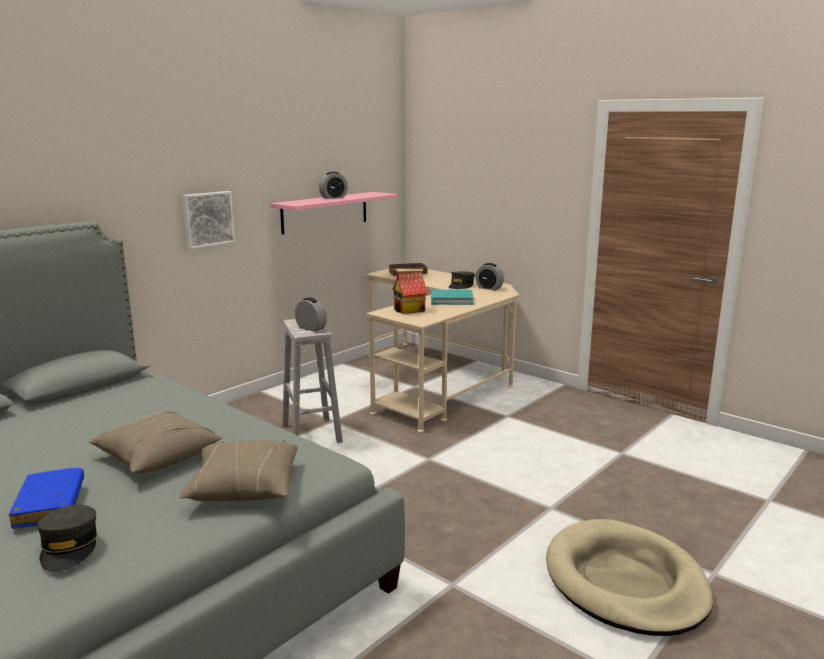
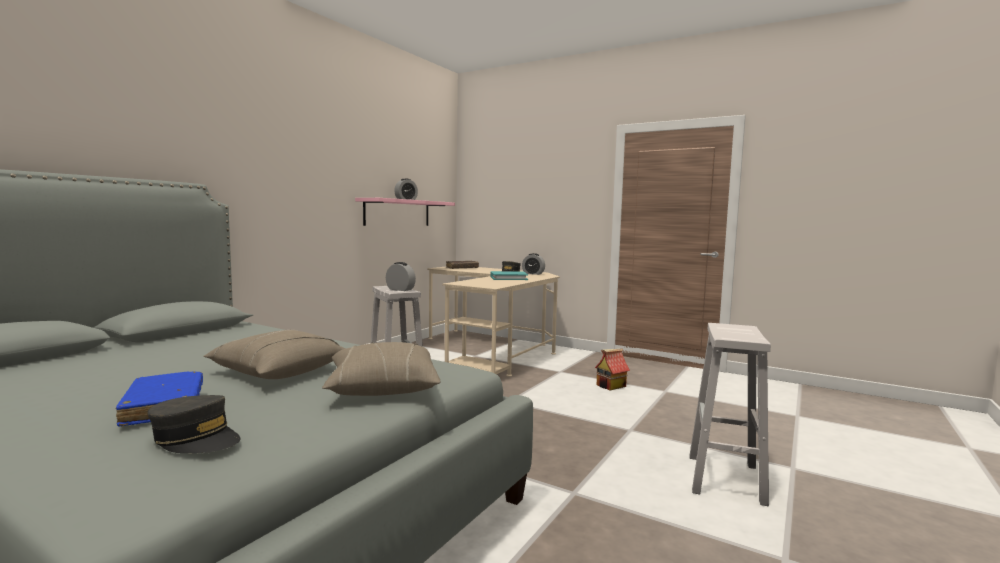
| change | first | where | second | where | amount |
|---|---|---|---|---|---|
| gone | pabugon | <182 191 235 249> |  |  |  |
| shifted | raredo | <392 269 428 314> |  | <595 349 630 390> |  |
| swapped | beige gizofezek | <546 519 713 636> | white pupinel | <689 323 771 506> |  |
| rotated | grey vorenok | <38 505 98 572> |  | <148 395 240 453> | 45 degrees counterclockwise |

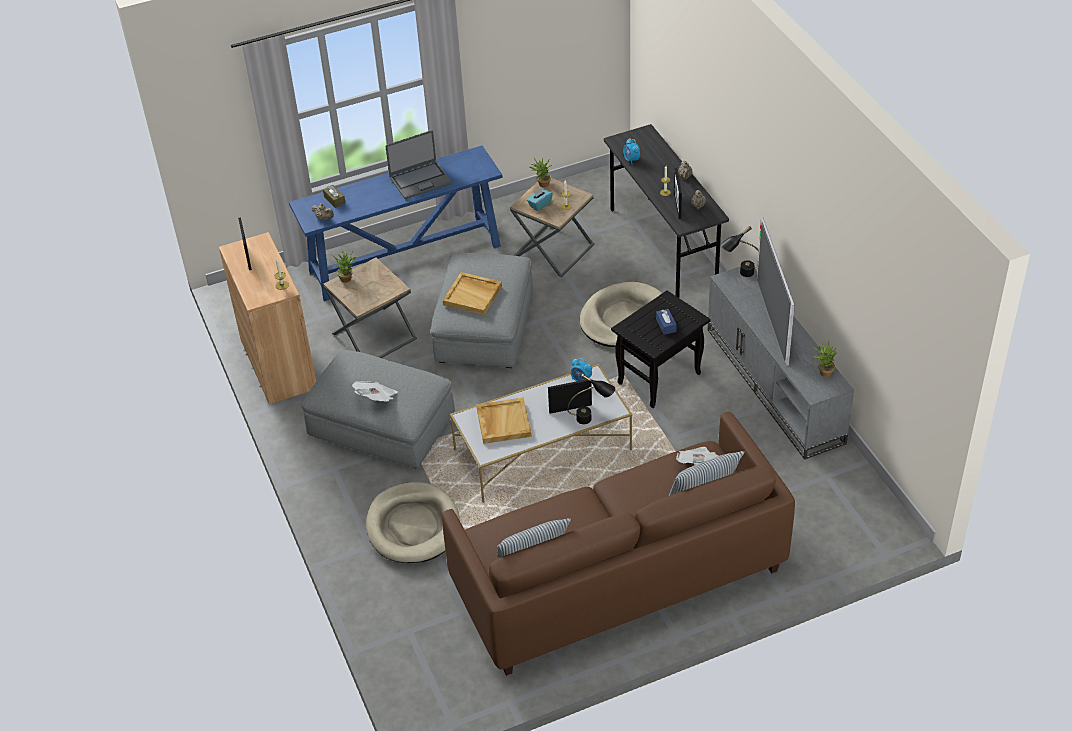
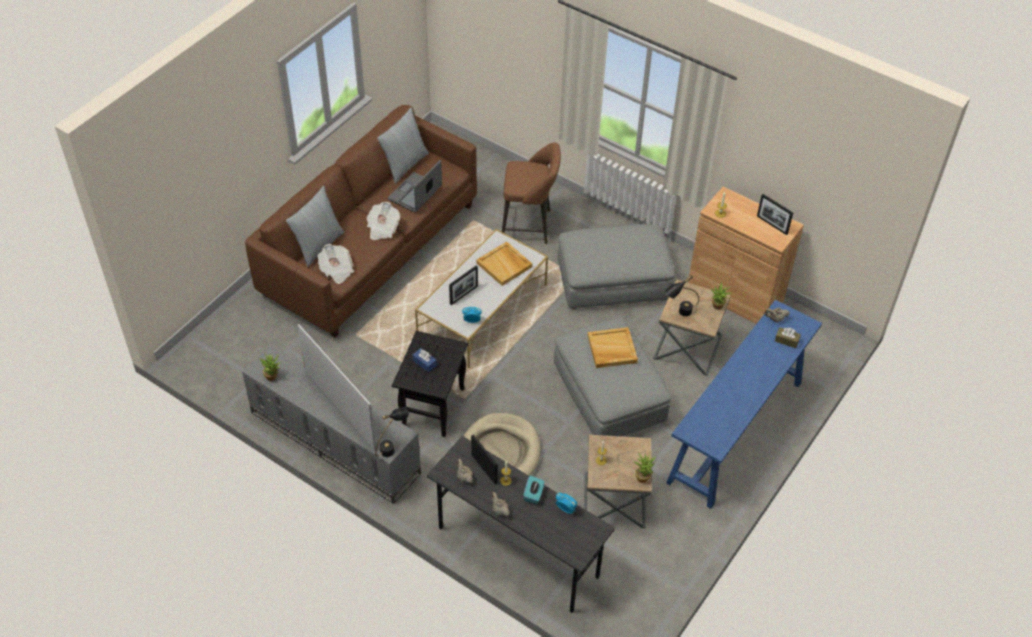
| change | first | where | second | where | amount |
|---|---|---|---|---|---|
| shifted | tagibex | <352 381 398 402> |  | <367 202 400 240> |  |
| shifted | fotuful | <386 130 451 199> |  | <388 160 442 212> |  |
| shifted | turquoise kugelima | <527 187 553 211> |  | <523 475 544 504> |  |
| shifted | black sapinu | <567 374 615 424> |  | <664 275 699 316> |  |
| swapped | beige gizofezek | <366 482 460 563> | brown pupinel | <502 142 561 244> |  |

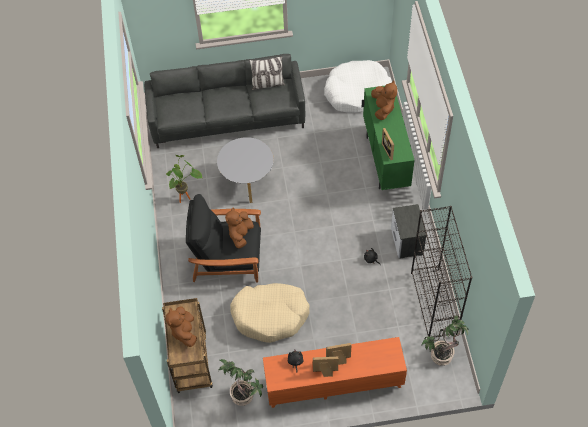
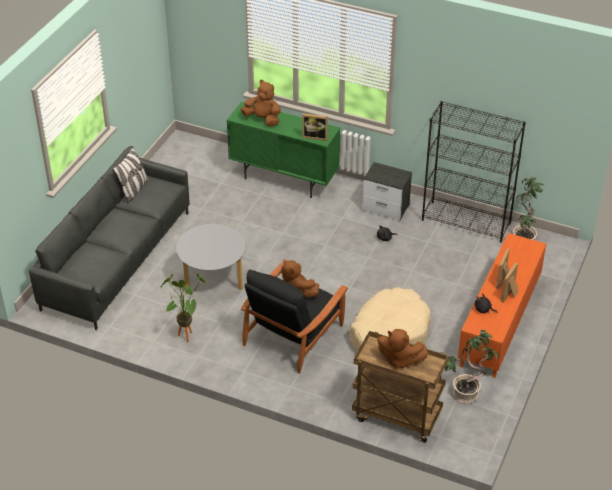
| change | first | where | second | where | amount |
|---|---|---|---|---|---|
| gone | white gizofezek | <324 60 392 113> |  |  |  |

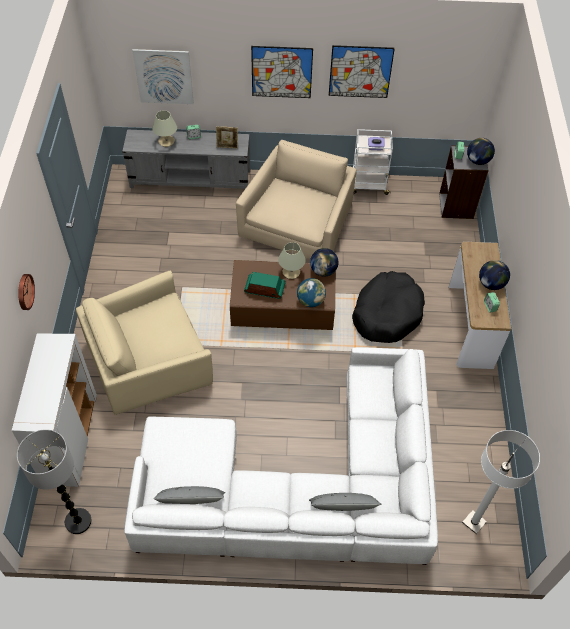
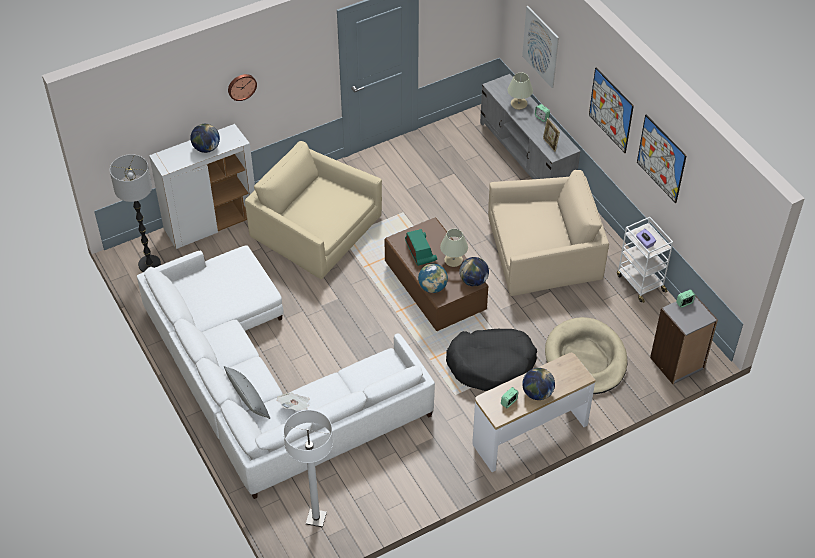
| change | first | where | second | where | amount |
|---|---|---|---|---|---|
| gone | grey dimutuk | <153 486 225 504> |  |  |  |
| new |  |  | tagibex | <277 392 310 411> |  |
| new |  |  | beige gizofezek | <545 317 628 394> |  |
| shifted | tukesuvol | <467 138 495 165> |  | <190 124 220 153> |  |

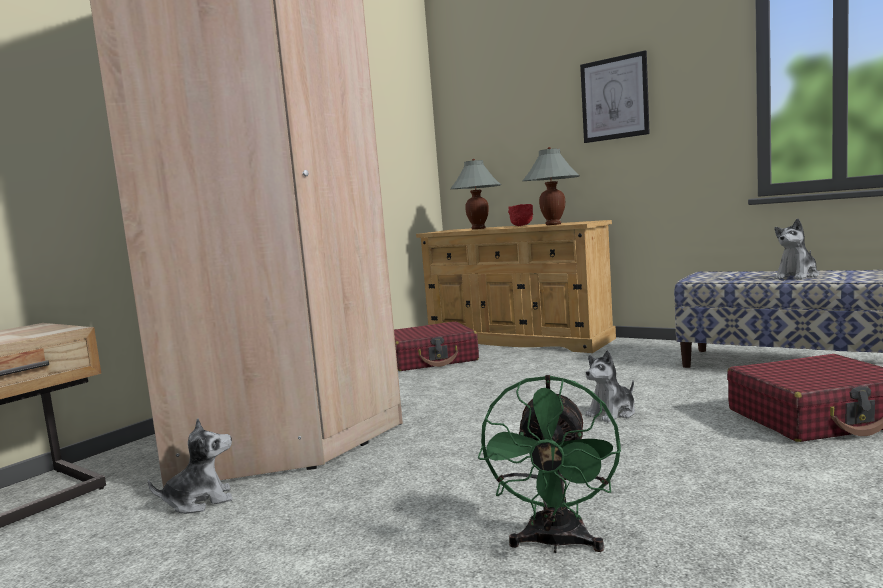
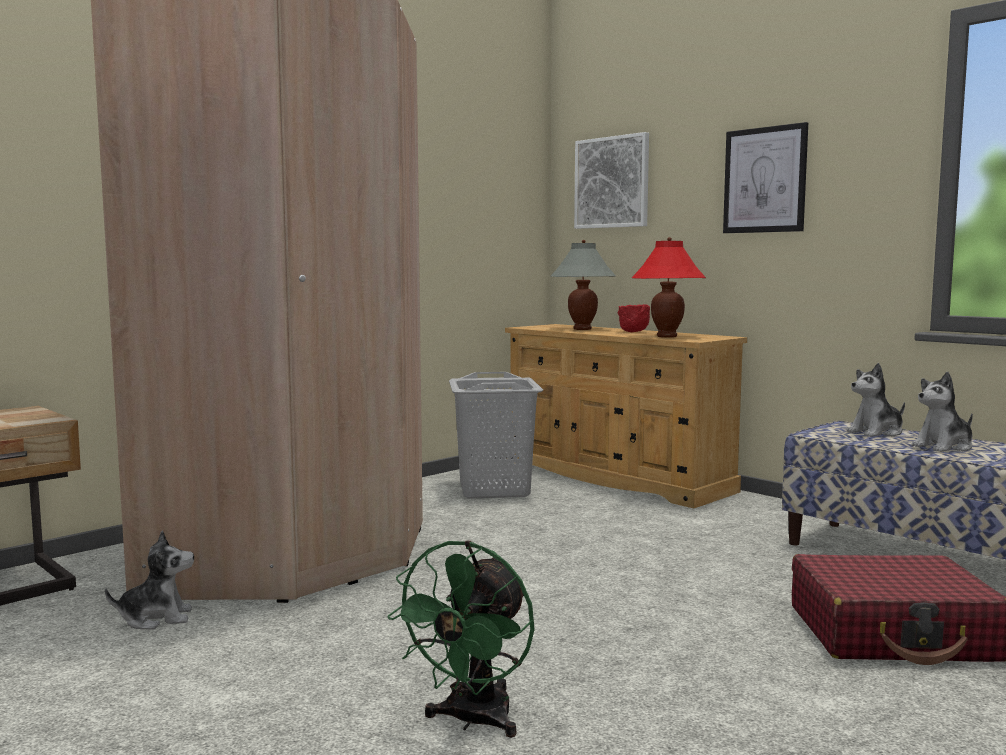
| change | first | where | second | where | amount |
|---|---|---|---|---|---|
| new |  |  | pabugon | <574 132 649 229> |  |
| shifted | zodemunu | <585 350 635 422> |  | <846 363 905 437> |  |
| swapped | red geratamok | <394 322 479 371> | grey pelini | <449 372 543 498> |  |
| repainted | grey sapinu | <523 147 580 225> | red sapinu | <631 237 706 338> |  |

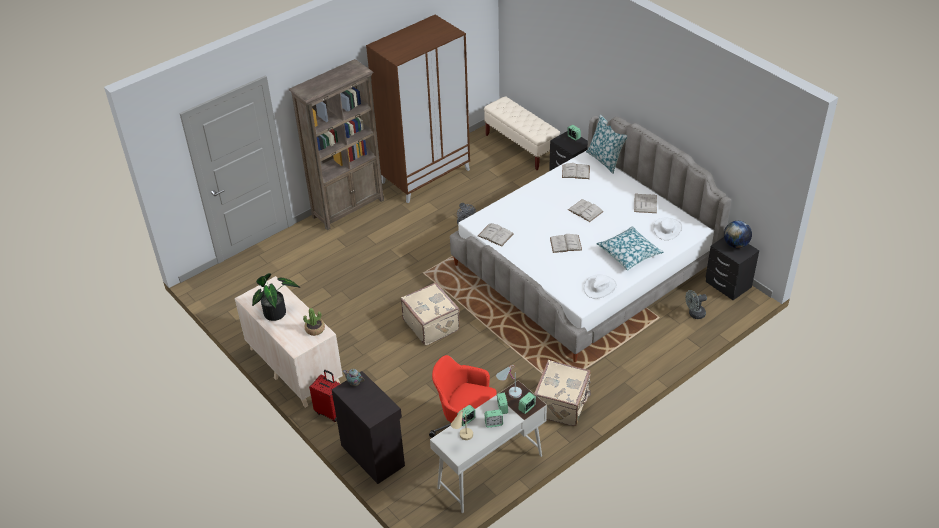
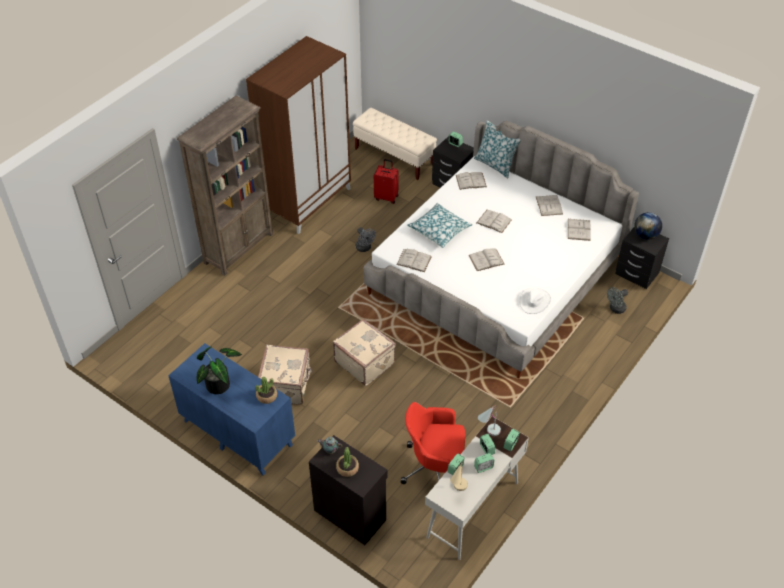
| change | first | where | second | where | amount |
|---|---|---|---|---|---|
| new |  |  | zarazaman | <336 447 359 477> |  |
| shifted | red geratamok | <309 370 340 422> |  | <374 159 398 204> |  |
| shifted | beige geratamok | <534 360 591 426> |  | <258 345 313 405> |  |
| shifted | dimutuk | <596 226 664 271> |  | <407 203 473 248> |  |
| swapped | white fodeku | <653 218 683 240> | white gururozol | <568 219 591 241> |  |
| repainted | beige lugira | <235 276 343 408> | blue lugira | <168 343 295 476> |  |

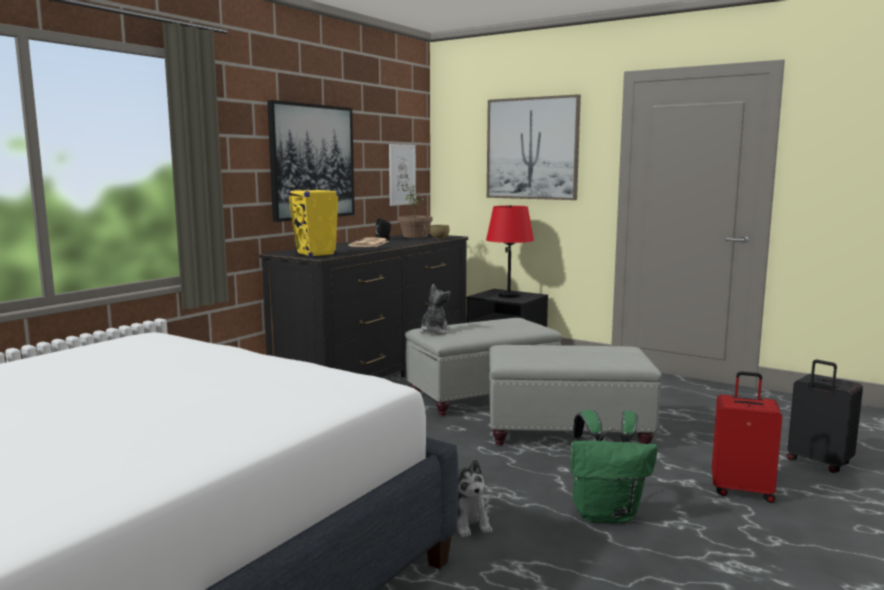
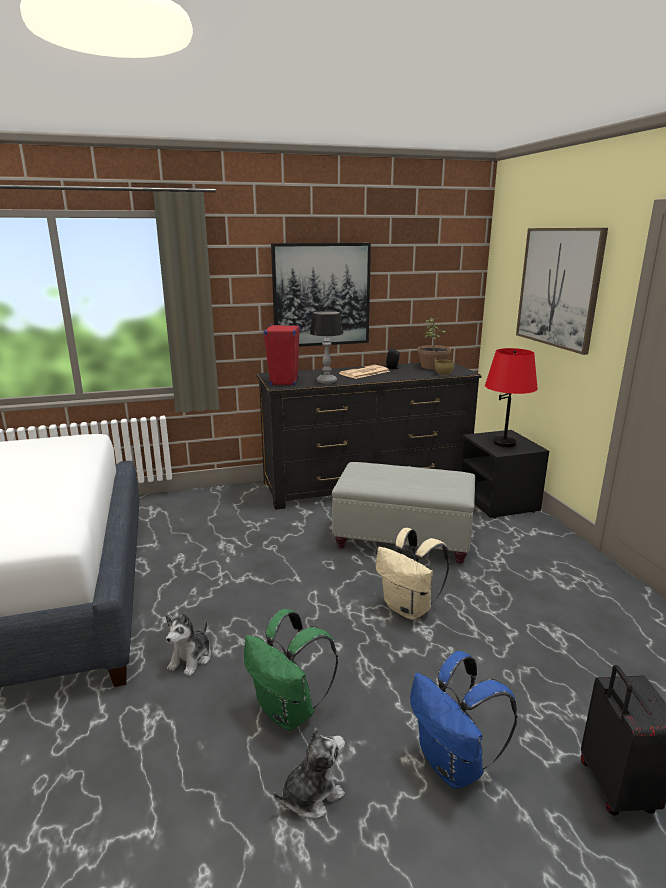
| change | first | where | second | where | amount |
|---|---|---|---|---|---|
| gone | pabugon | <389 144 416 206> |  |  |  |
| new |  |  | sapinu | <310 311 344 384> |  |
| shifted | zodemunu | <419 284 451 335> |  | <273 728 345 819> |  |
| swapped | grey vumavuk | <489 345 662 446> | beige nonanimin | <376 528 449 620> |  |
| swapped | red geratamok | <712 371 782 503> | blue nonanimin | <410 651 518 789> |  |
| repainted | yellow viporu | <288 189 339 257> | red viporu | <263 325 300 386> |  |

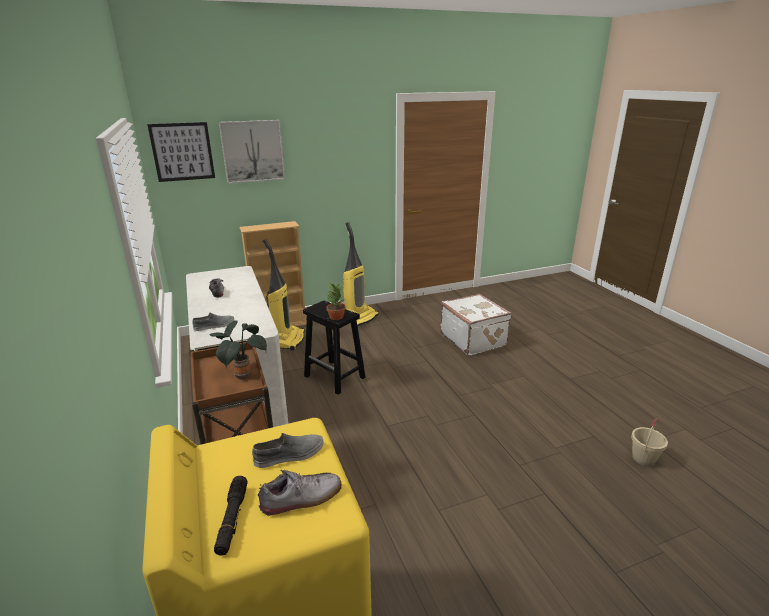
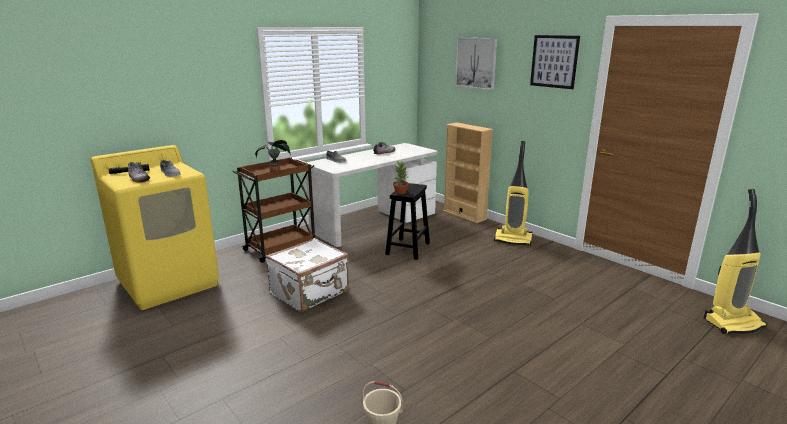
| change | first | where | second | where | amount |
|---|---|---|---|---|---|
| shifted | pabugon | <147 122 215 182> |  | <530 35 580 89> |  |
| shifted | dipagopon | <263 239 305 350> |  | <704 189 767 334> |  |
| shifted | white geratamok | <440 294 512 356> |  | <265 238 349 312> |  |

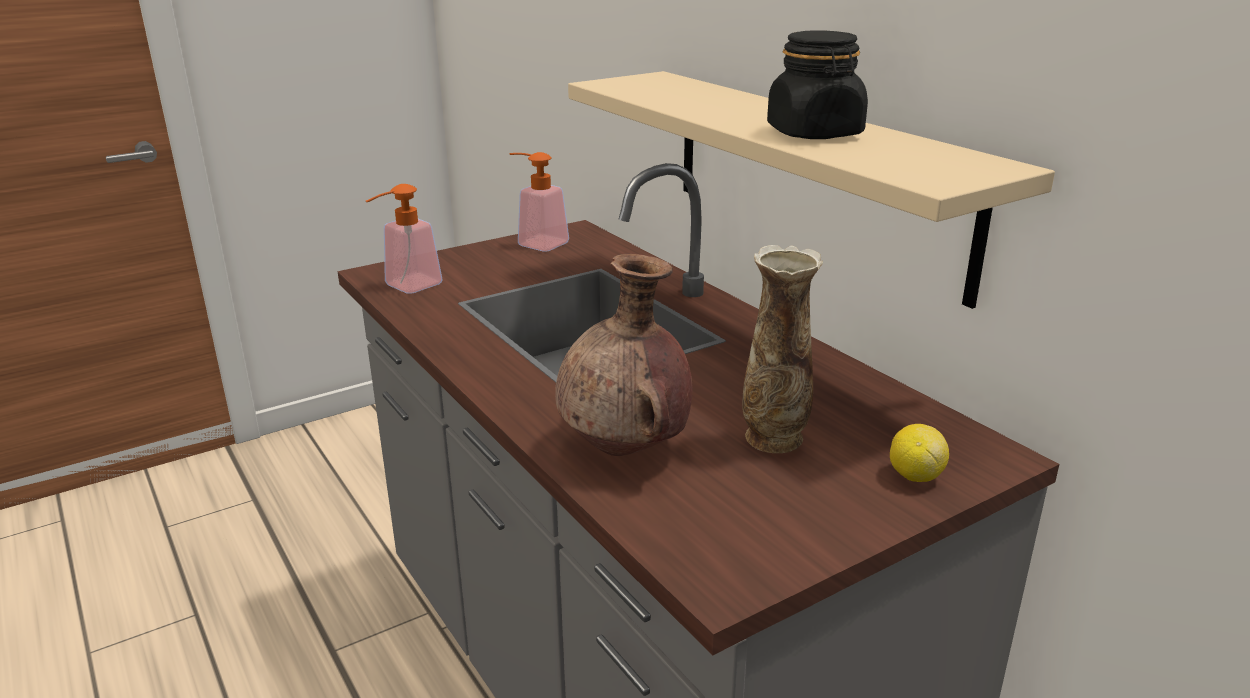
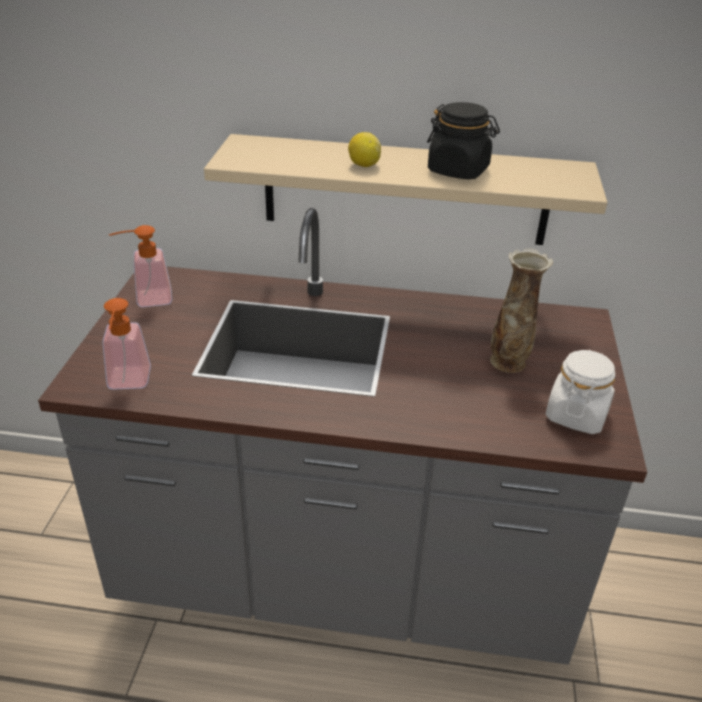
| change | first | where | second | where | amount |
|---|---|---|---|---|---|
| gone | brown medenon | <555 254 693 456> |  |  |  |
| new |  |  | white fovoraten | <545 350 615 434> |  |
| shifted | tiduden | <890 424 949 482> |  | <348 132 381 167> |  |

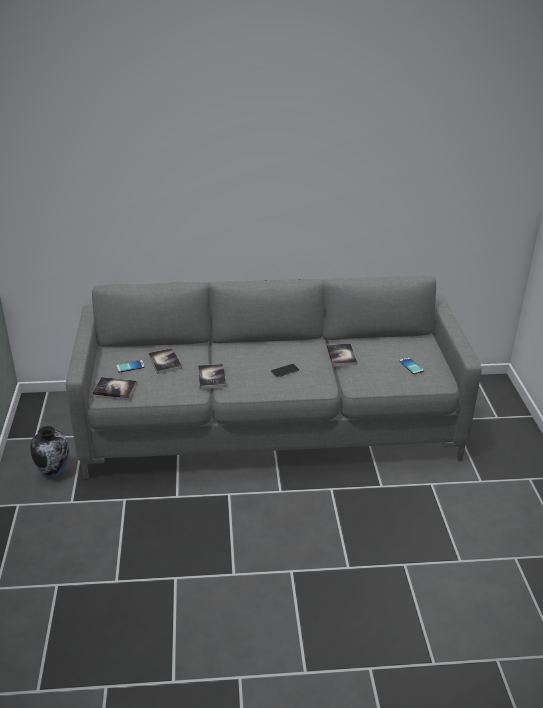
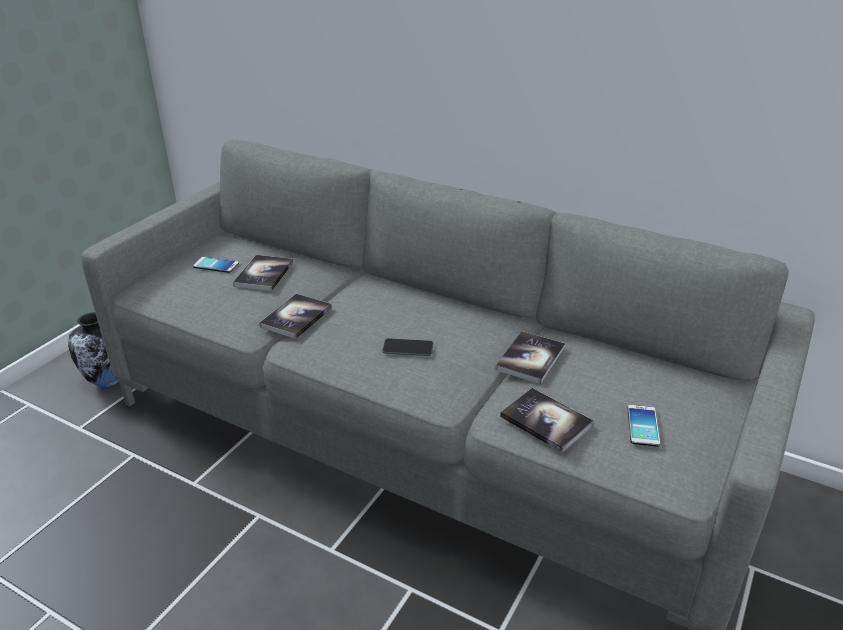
| change | first | where | second | where | amount |
|---|---|---|---|---|---|
| shifted | gururozol | <93 377 137 398> |  | <500 388 594 452> |  |

